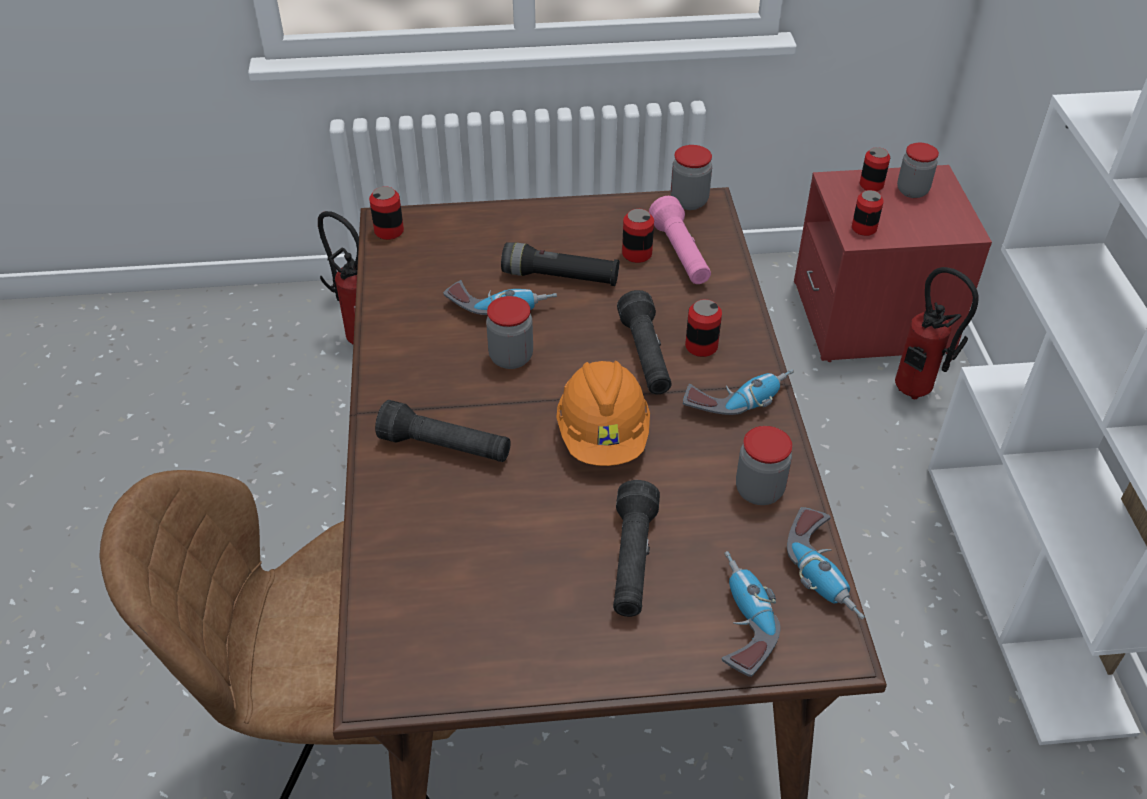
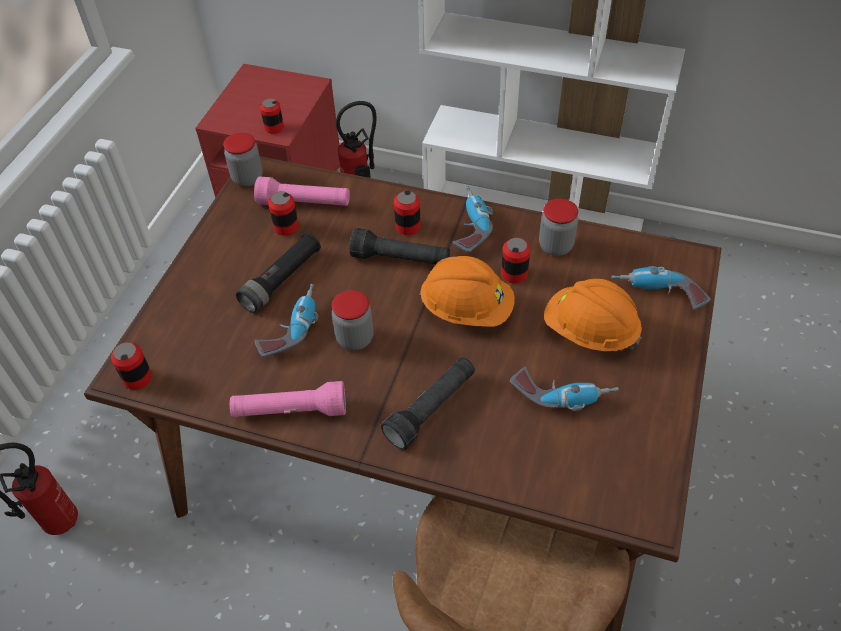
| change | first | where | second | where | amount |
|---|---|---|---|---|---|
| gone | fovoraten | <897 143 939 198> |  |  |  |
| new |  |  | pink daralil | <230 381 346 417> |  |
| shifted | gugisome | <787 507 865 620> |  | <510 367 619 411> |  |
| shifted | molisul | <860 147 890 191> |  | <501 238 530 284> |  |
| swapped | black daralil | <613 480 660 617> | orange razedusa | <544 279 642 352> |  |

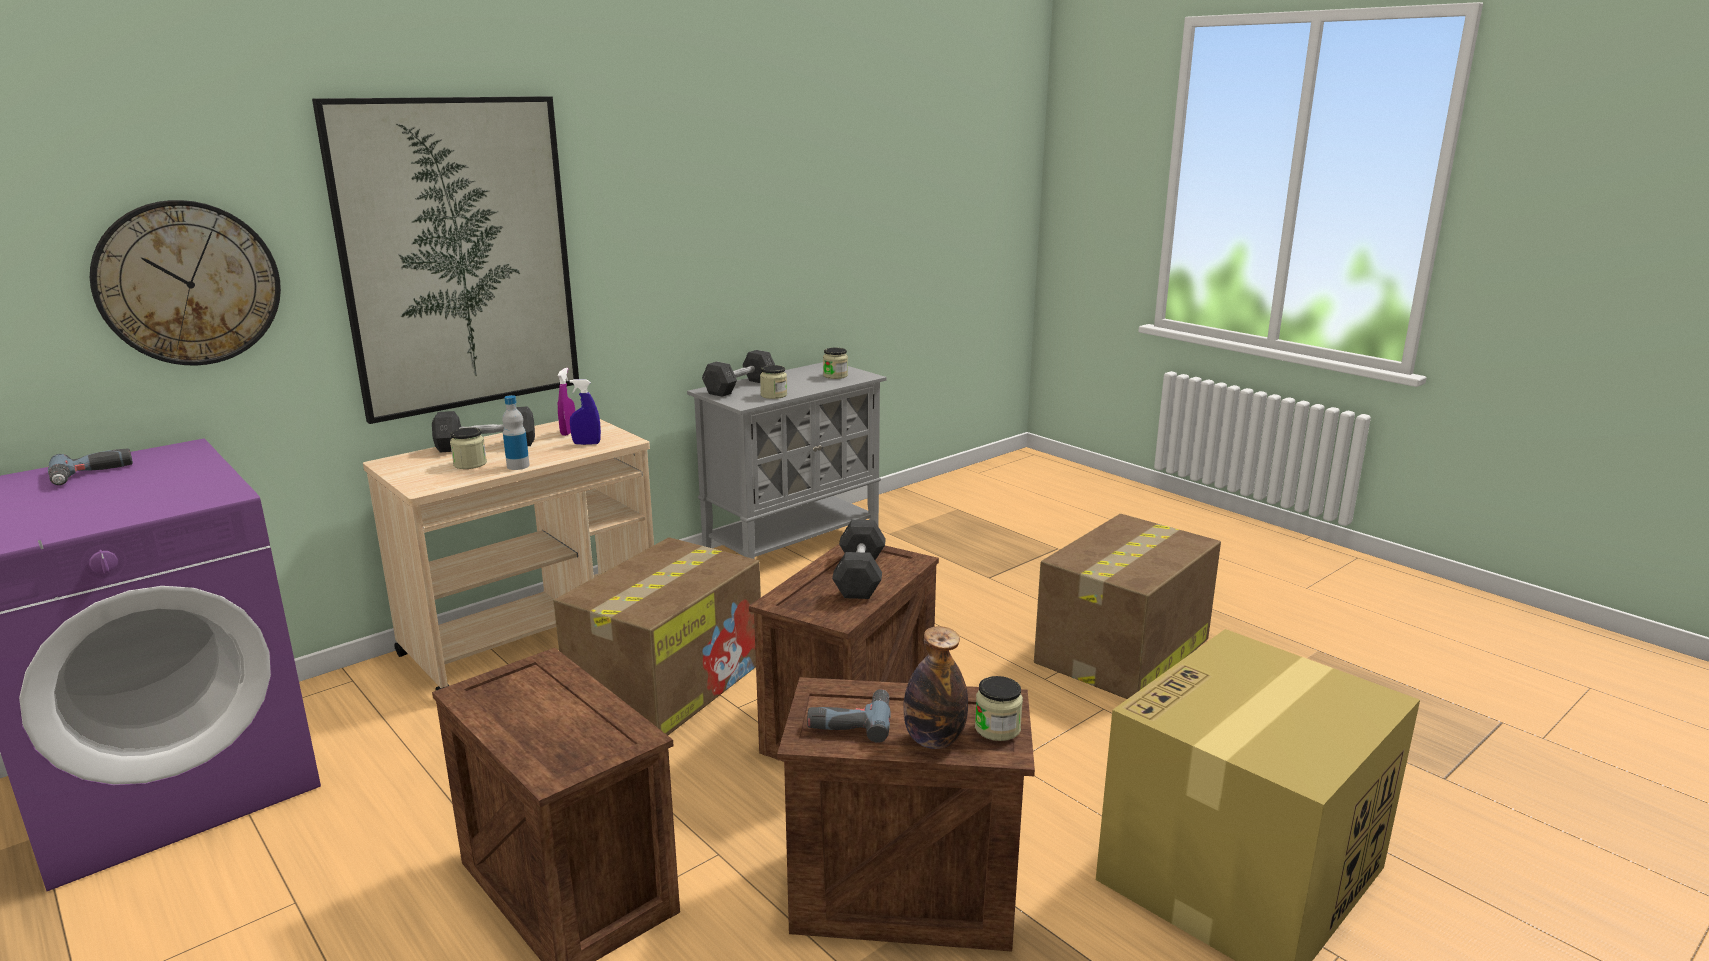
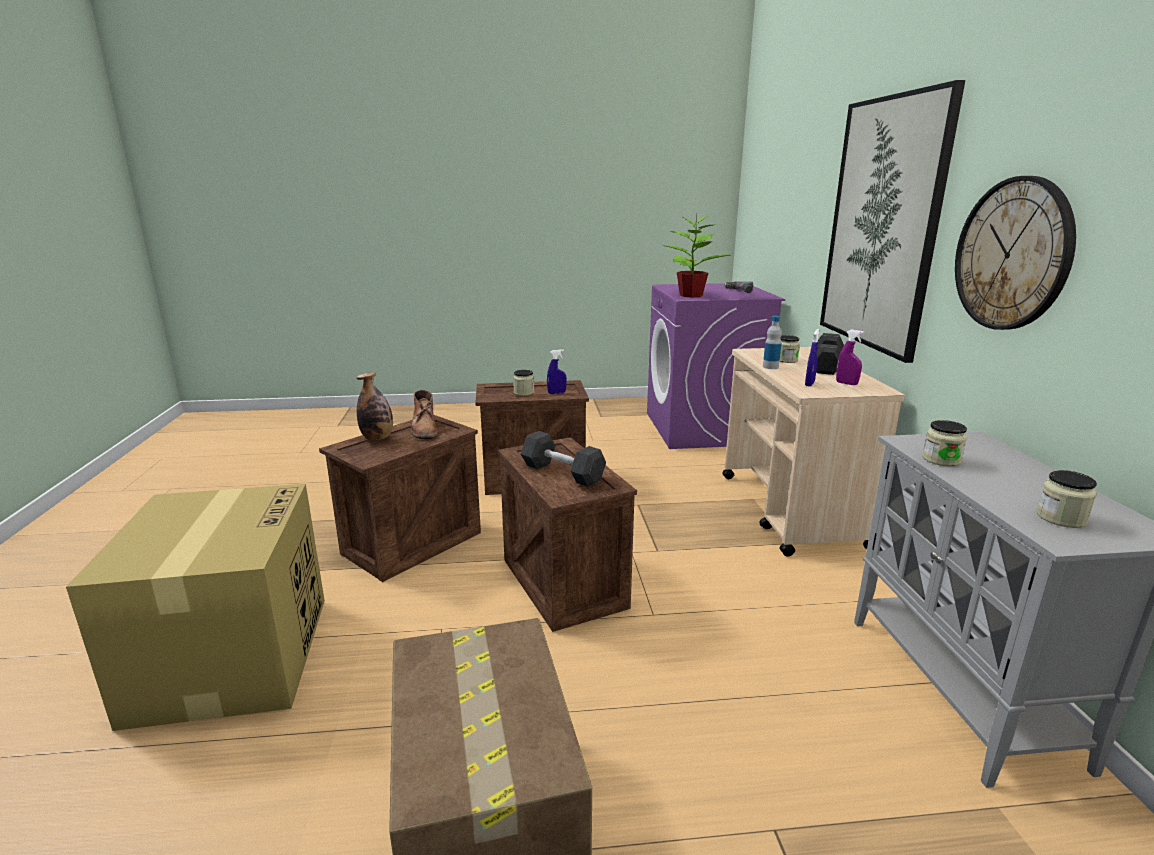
| change | first | where | second | where | amount |
|---|---|---|---|---|---|
| gone | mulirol | <554 537 761 735> |  |  |  |
| gone | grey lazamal | <702 350 775 397> |  |  |  |
| new |  |  | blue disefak | <547 349 567 394> |  |
| new |  |  | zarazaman | <663 213 730 297> |  |
| shifted | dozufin | <90 200 281 365> |  | <955 176 1076 330> |  |
| shifted | fovoraten | <975 676 1023 741> |  | <513 369 534 396> |  |
| swapped | gugisome | <807 689 891 743> | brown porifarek | <411 390 438 439> |  |

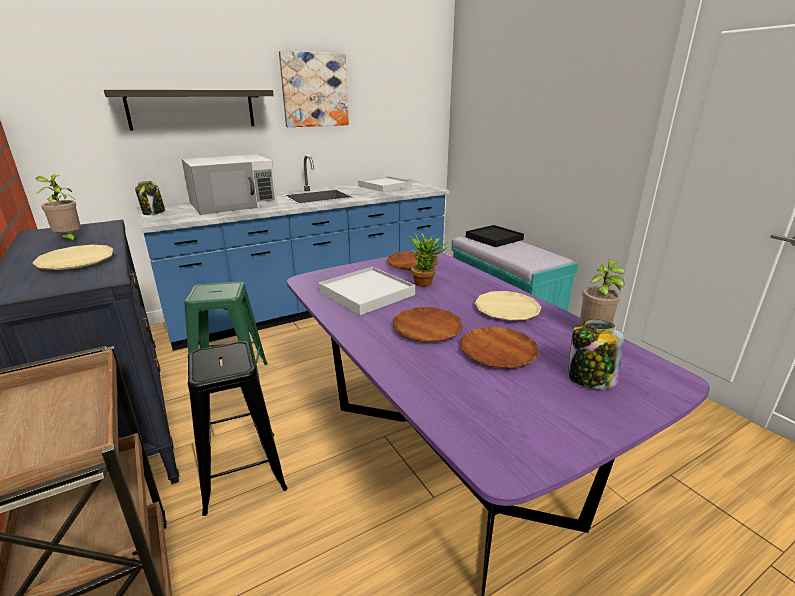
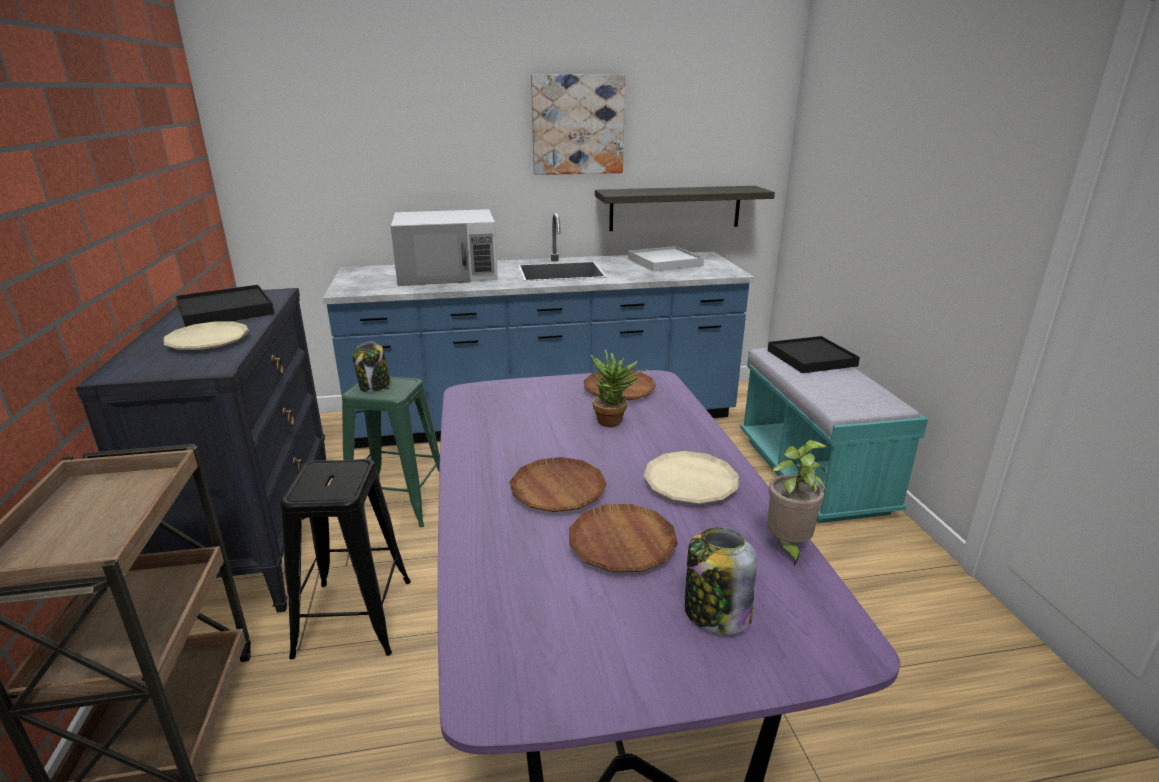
| change | first | where | second | where | amount |
|---|---|---|---|---|---|
| gone | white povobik | <318 267 415 315> |  |  |  |
| shifted | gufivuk | <104 90 274 130> |  | <595 186 775 231> |  |
| shifted | fovoraten | <135 181 165 215> |  | <352 342 391 392> |  |
| swapped | zarazaman | <36 175 81 242> | black povobik | <176 285 274 327> |  |

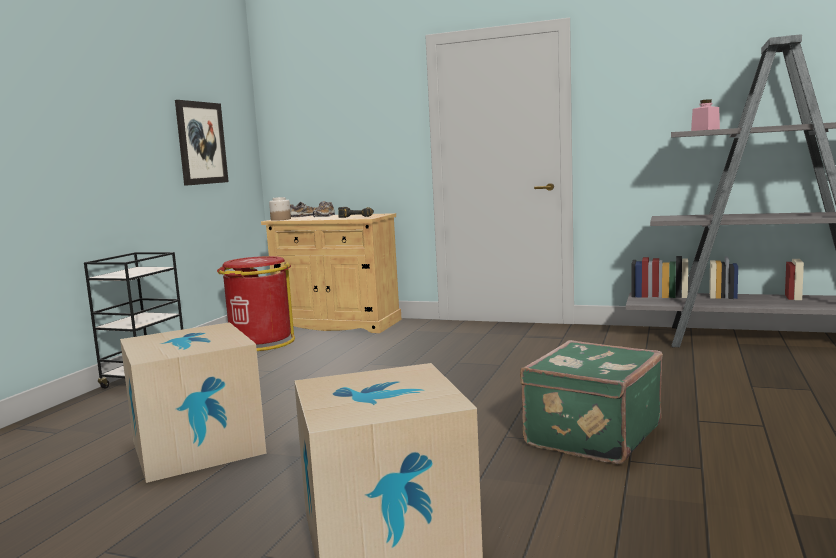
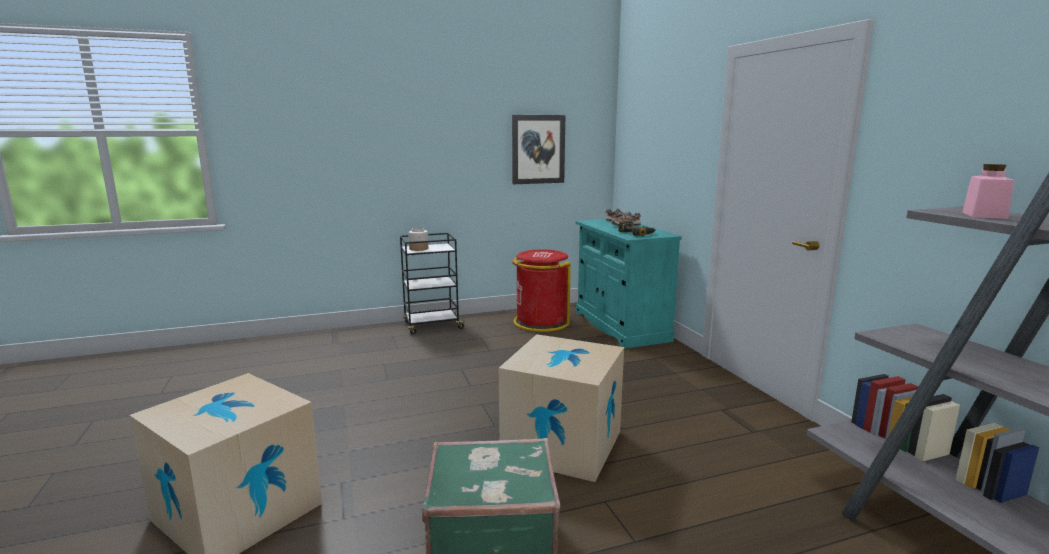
| change | first | where | second | where | amount |
|---|---|---|---|---|---|
| shifted | mulirol | <120 322 267 483> |  | <499 334 624 482> |  |
| shifted | fovoraten | <269 197 291 221> |  | <409 228 428 251> |  |
| repainted | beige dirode | <261 213 402 333> | turquoise dirode | <576 219 682 348> |  |

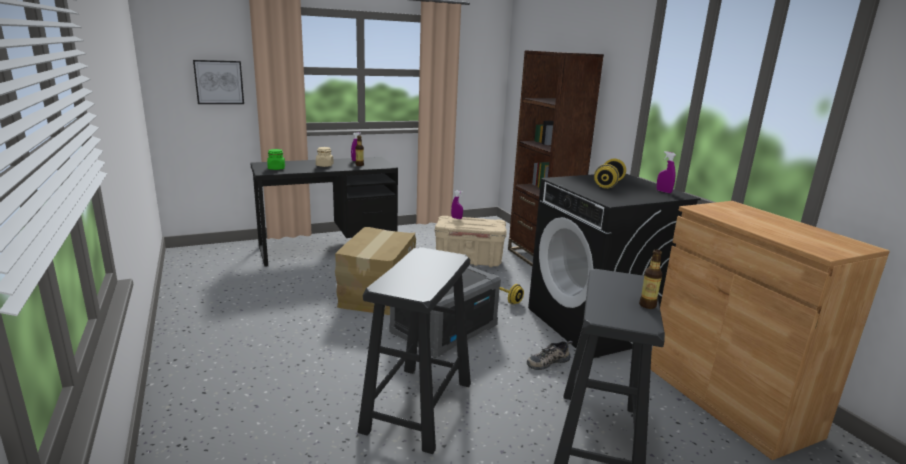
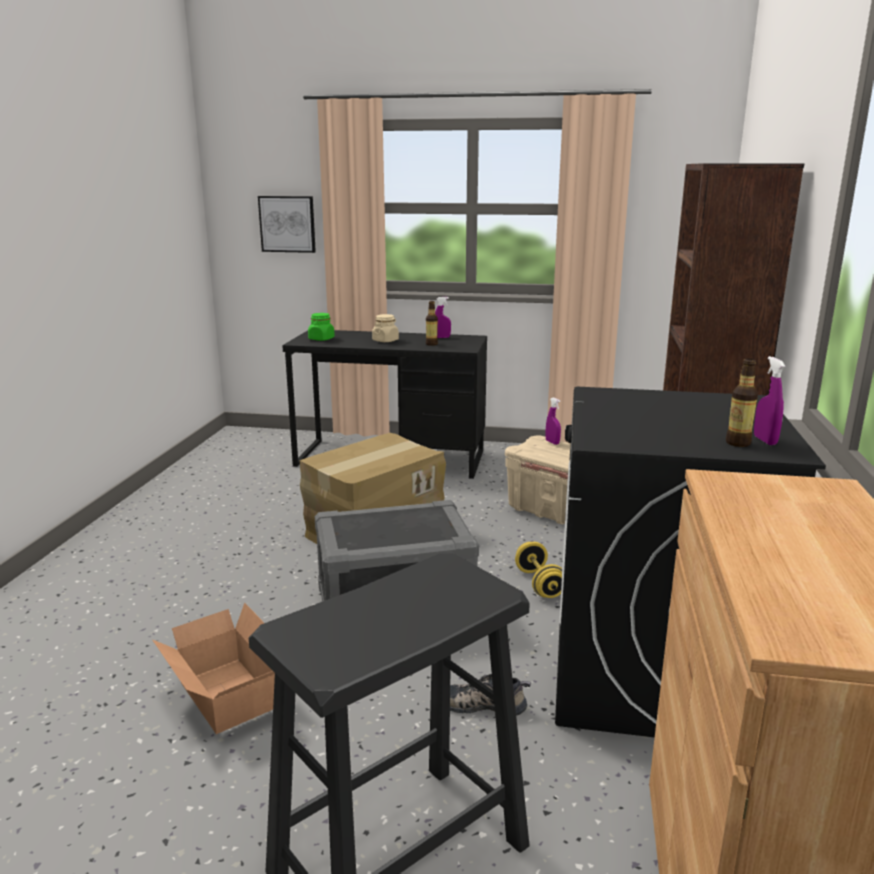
| change | first | where | second | where | amount |
|---|---|---|---|---|---|
| gone | yellow lazamal | <594 159 626 189> |  |  |  |
| shifted | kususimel | <639 249 662 309> |  | <726 358 758 447> |  |
| swapped | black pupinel | <358 247 471 454> | mulirol | <152 603 275 734> |  |

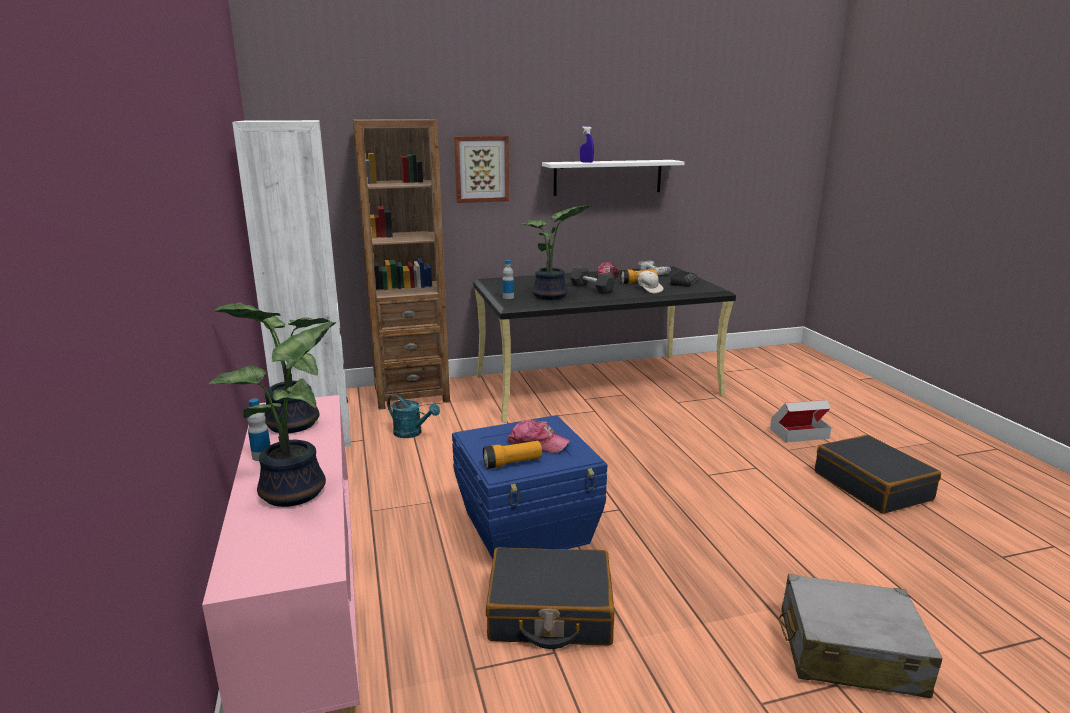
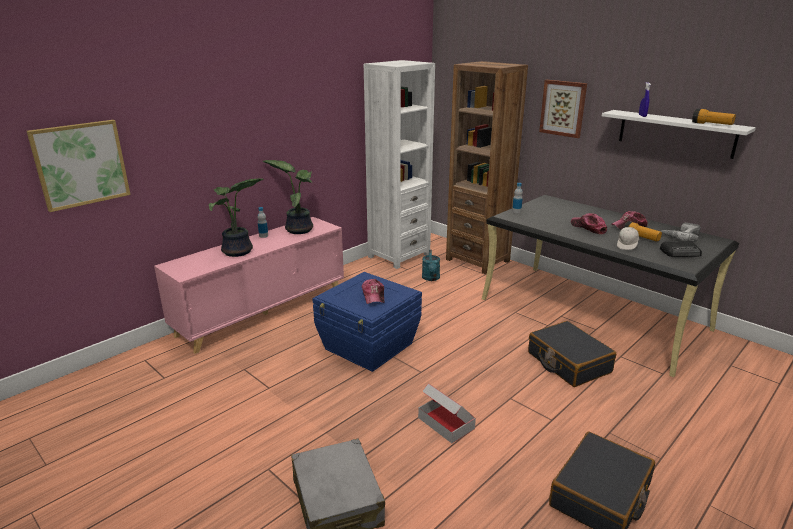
| change | first | where | second | where | amount |
|---|---|---|---|---|---|
| gone | zarazaman | <522 205 591 300> |  |  |  |
| new |  |  | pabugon | <27 120 131 212> |  |
| shifted | daralil | <483 441 542 469> |  | <692 109 736 125> |  |
| shifted | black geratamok | <486 547 615 649> |  | <528 321 616 387> |  |
| shifted | mulirol | <770 400 831 442> |  | <418 383 476 443> |  |
| swapped | grey lazamal | <570 266 617 294> | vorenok | <571 213 607 234> |  |

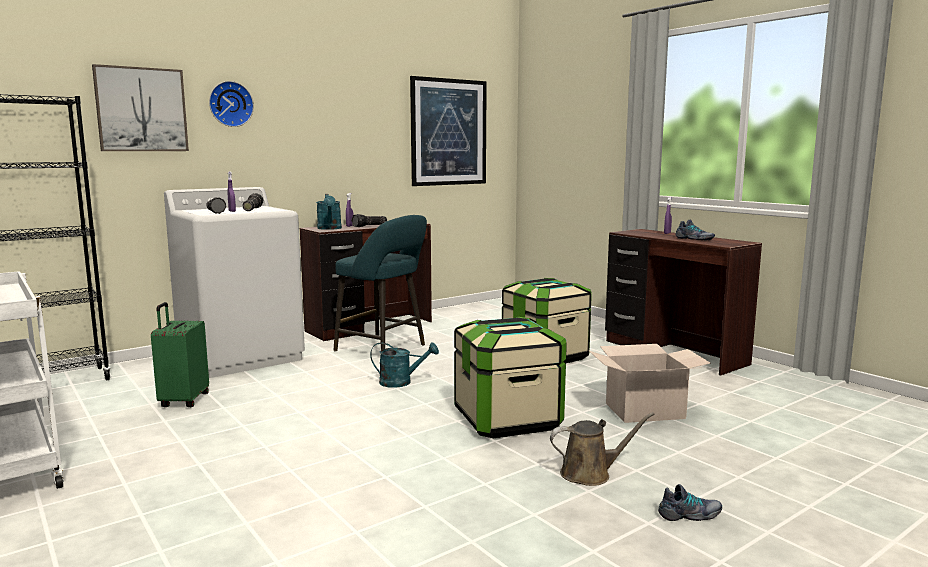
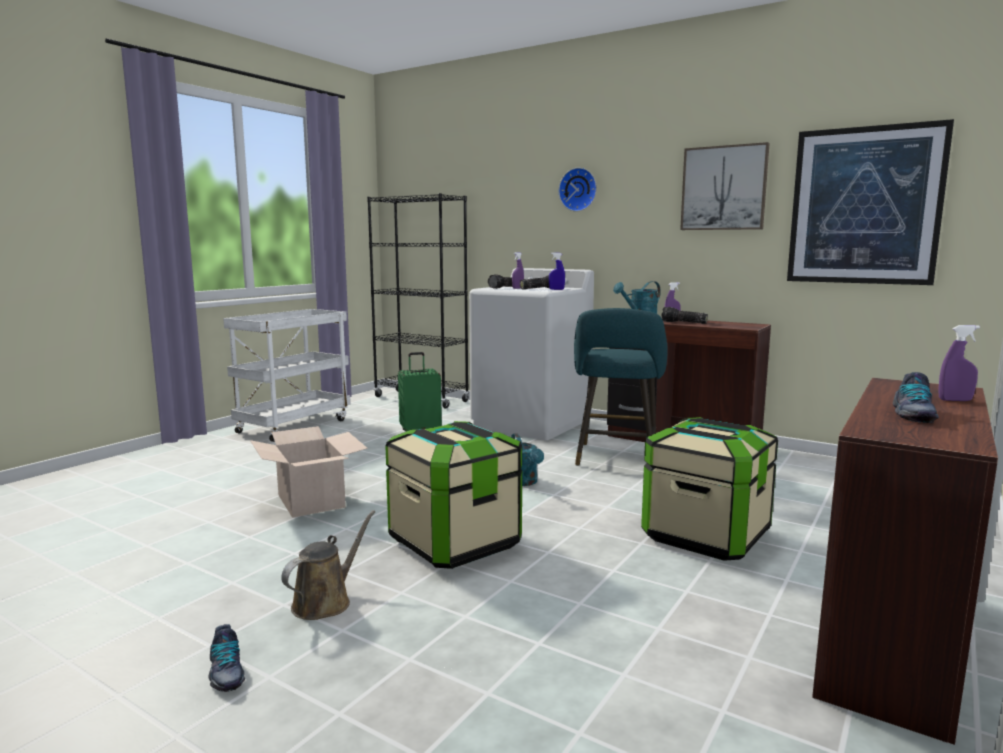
| change | first | where | second | where | amount |
|---|---|---|---|---|---|
| new |  |  | blue disefak | <549 252 565 290> |  |
| shifted | pabugon | <92 64 189 151> |  | <680 142 770 230> |  |
| shifted | mulirol | <588 344 711 423> |  | <250 426 368 518> |  |
| rotated | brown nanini | <550 412 655 486> |  | <281 510 375 620> | 120 degrees counterclockwise |

